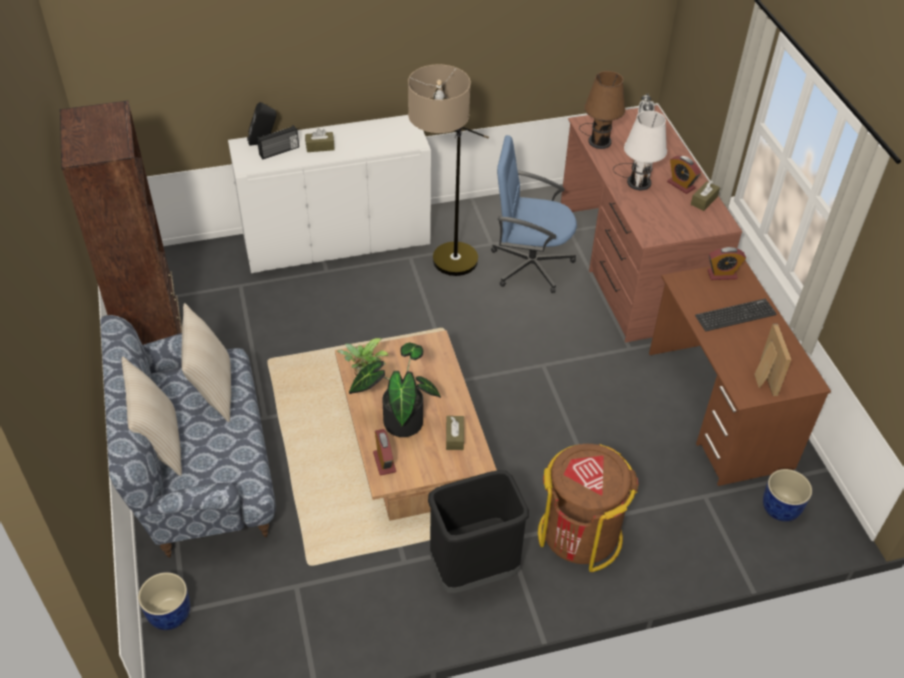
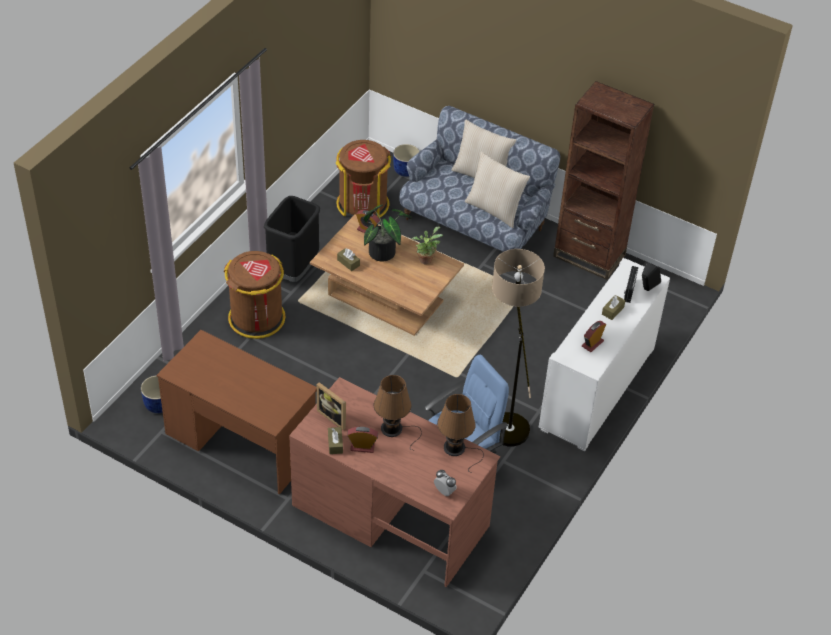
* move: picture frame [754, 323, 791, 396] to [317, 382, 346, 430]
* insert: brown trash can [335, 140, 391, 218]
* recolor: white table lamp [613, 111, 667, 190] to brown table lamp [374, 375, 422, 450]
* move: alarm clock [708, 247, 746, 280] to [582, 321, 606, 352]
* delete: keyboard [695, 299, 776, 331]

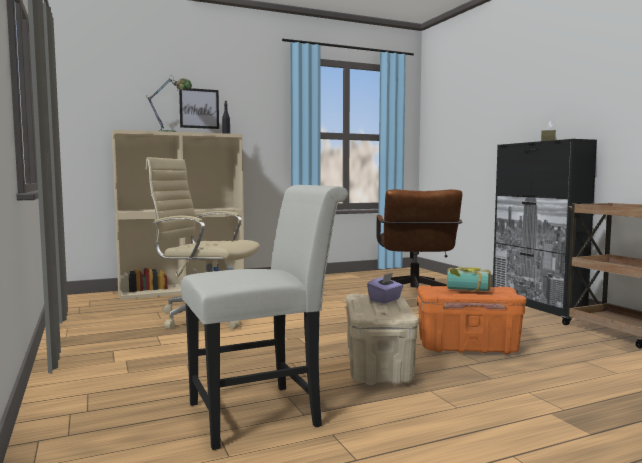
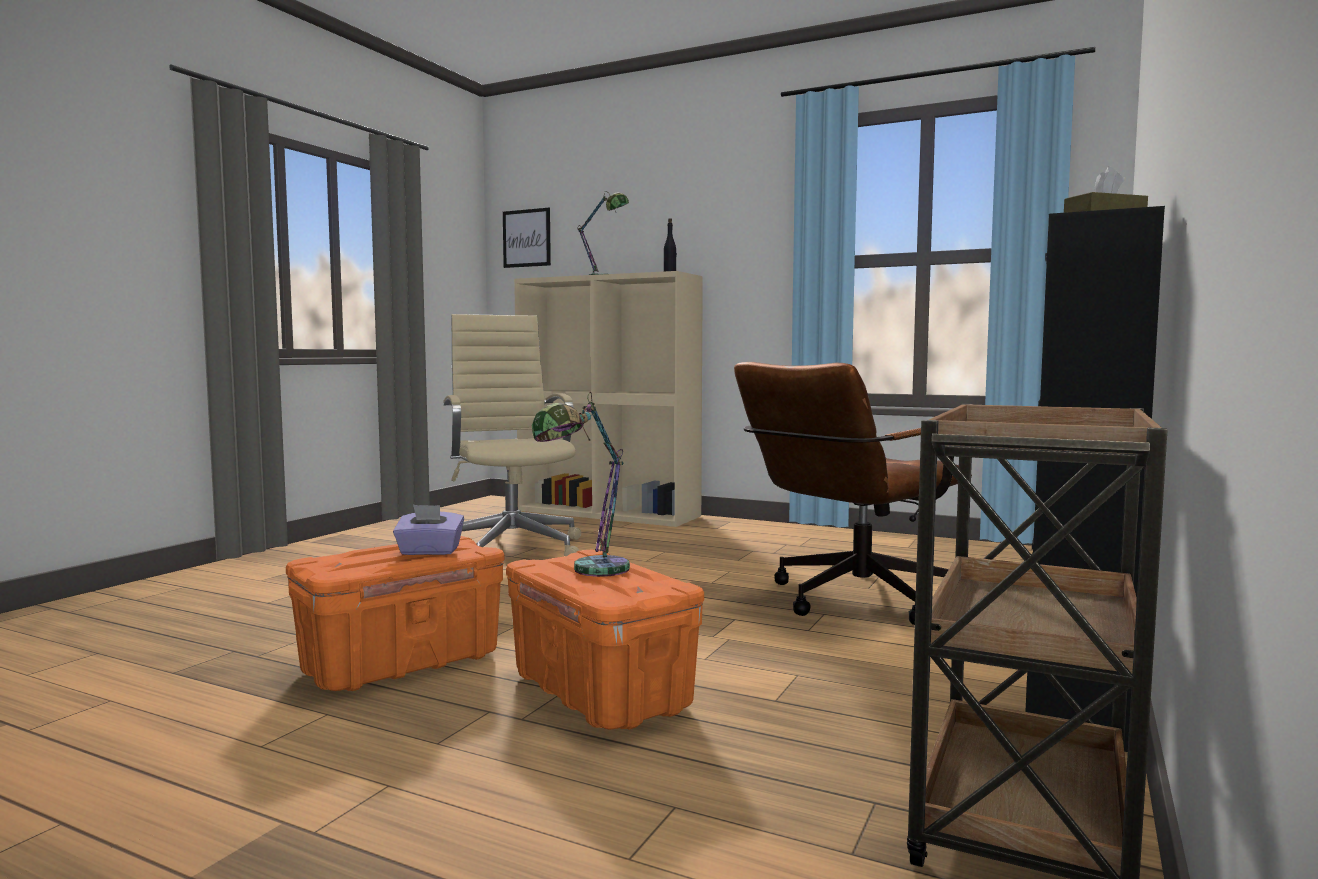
* recolor: beige storage box [346, 294, 419, 385] to orange storage box [286, 536, 505, 691]
* move: picture [179, 88, 219, 129] to [503, 208, 551, 268]
* replace: book [447, 267, 491, 292] to table lamp [532, 392, 630, 577]
* delete: white chair [181, 185, 348, 450]

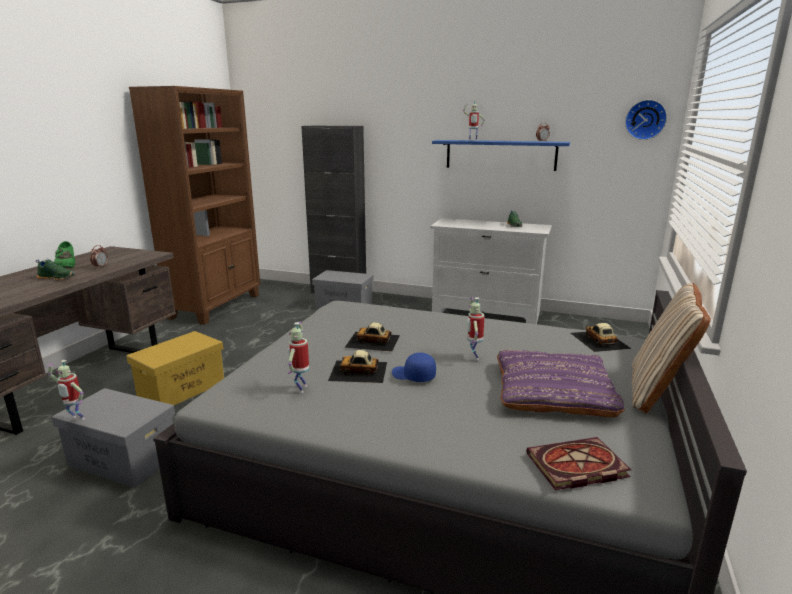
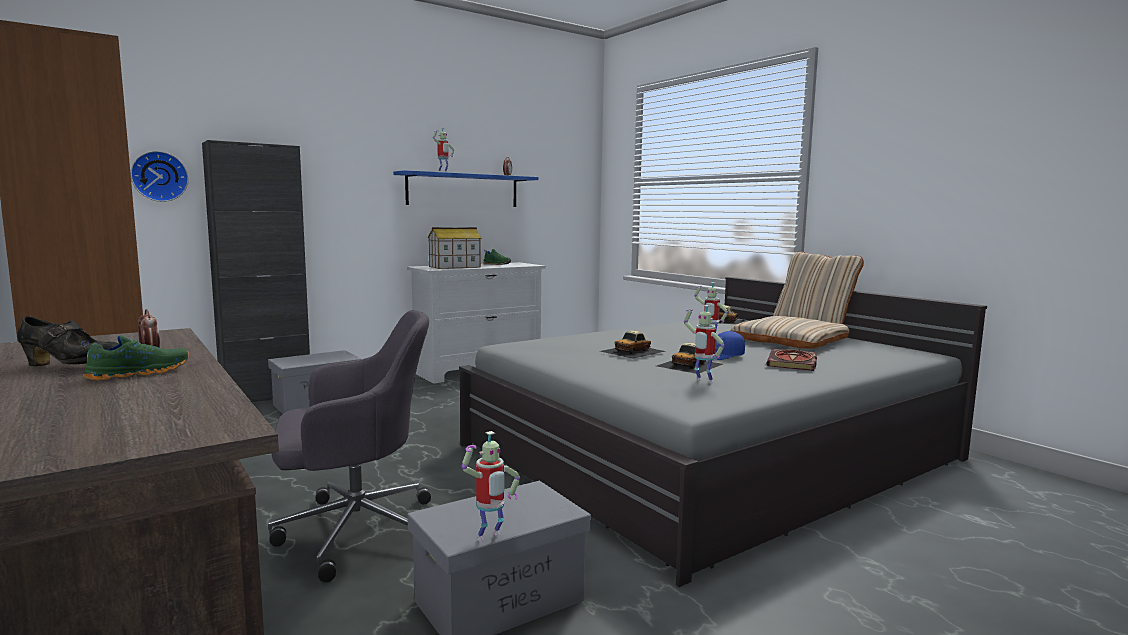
* recolor: green shoe [54, 241, 75, 268] to black shoe [17, 316, 118, 366]
* move: wall clock [625, 100, 667, 140] to [130, 151, 189, 202]
* replace: yellow storage box [126, 331, 224, 405] to grey office chair [268, 311, 431, 582]
* insert: toy house [428, 227, 481, 269]
* recolor: purple pillow [497, 350, 625, 417] to beige pillow [731, 316, 850, 349]
* move: book [527, 437, 631, 490] to [766, 349, 817, 371]

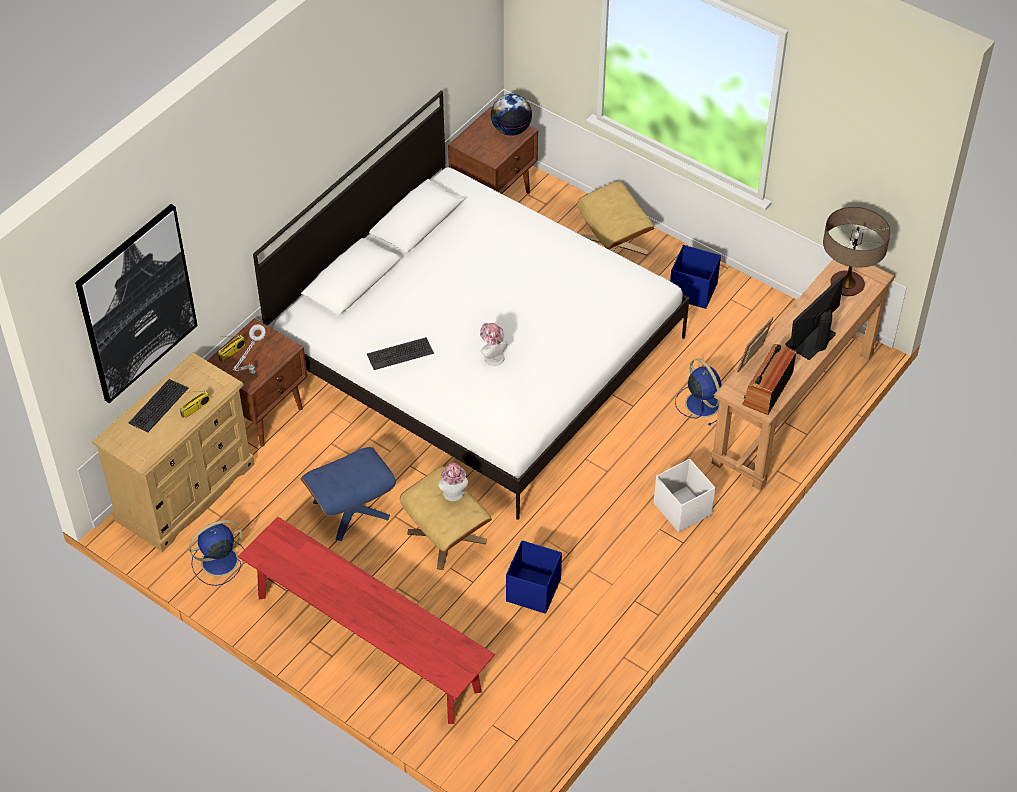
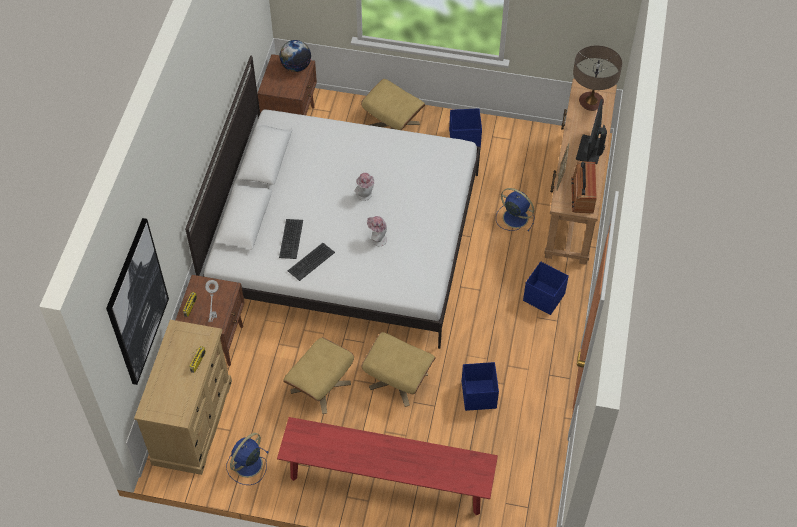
* move: keyboard [129, 379, 188, 432] to [279, 219, 303, 259]
* recolor: blue ottoman [301, 447, 396, 541] to beige ottoman [283, 337, 354, 414]
* move: hat [438, 463, 468, 501] to [354, 173, 374, 201]
* recolor: white storage box [654, 459, 715, 532] to blue storage box [523, 261, 569, 315]

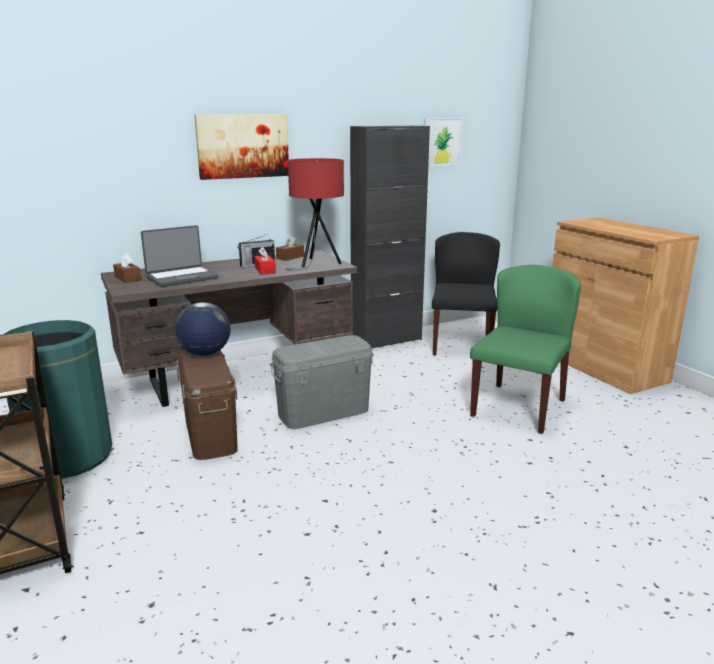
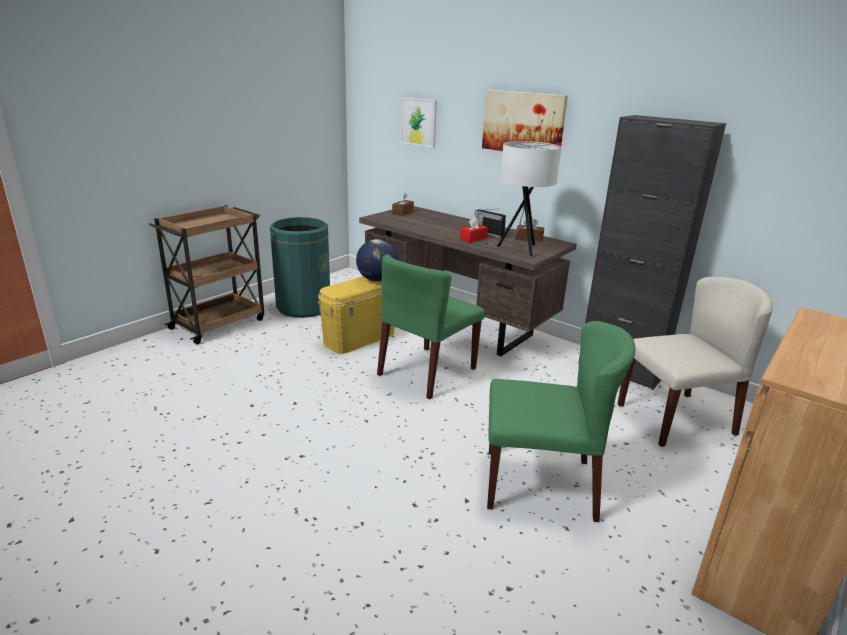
* recolor: brown storage box [177, 350, 238, 460] to yellow storage box [318, 276, 395, 354]
* replace: grey storage box [270, 335, 374, 429] to green chair [377, 254, 485, 399]
* move: picture [424, 118, 463, 166] to [400, 97, 437, 148]
* recolor: red table lamp [285, 158, 344, 271] to white table lamp [483, 141, 562, 256]
* recolor: black chair [432, 232, 500, 356] to beige chair [618, 277, 773, 447]
* delete: laptop [141, 225, 218, 287]

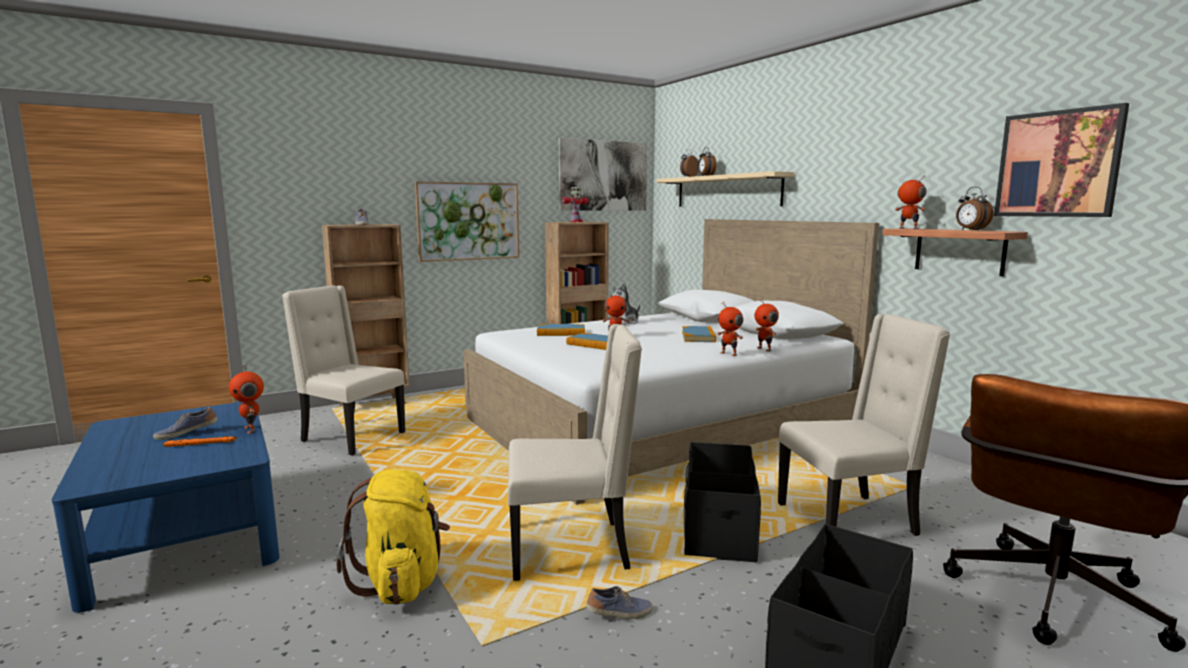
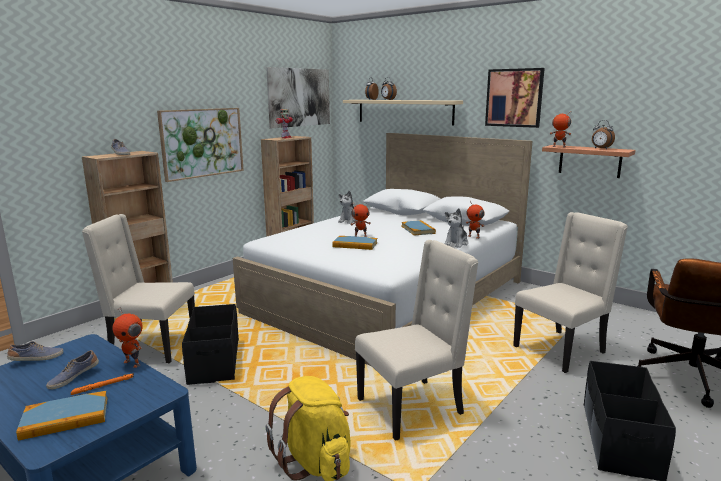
* move: shoe [586, 586, 653, 619] to [7, 341, 63, 361]
* move: book [537, 324, 585, 336] to [16, 391, 107, 441]
* move: black storage box [684, 442, 761, 562] to [182, 304, 239, 385]
* replace: toy robot [718, 303, 743, 356] to plush toy [444, 208, 468, 248]
* move: picture [994, 103, 1129, 217] to [485, 68, 545, 128]

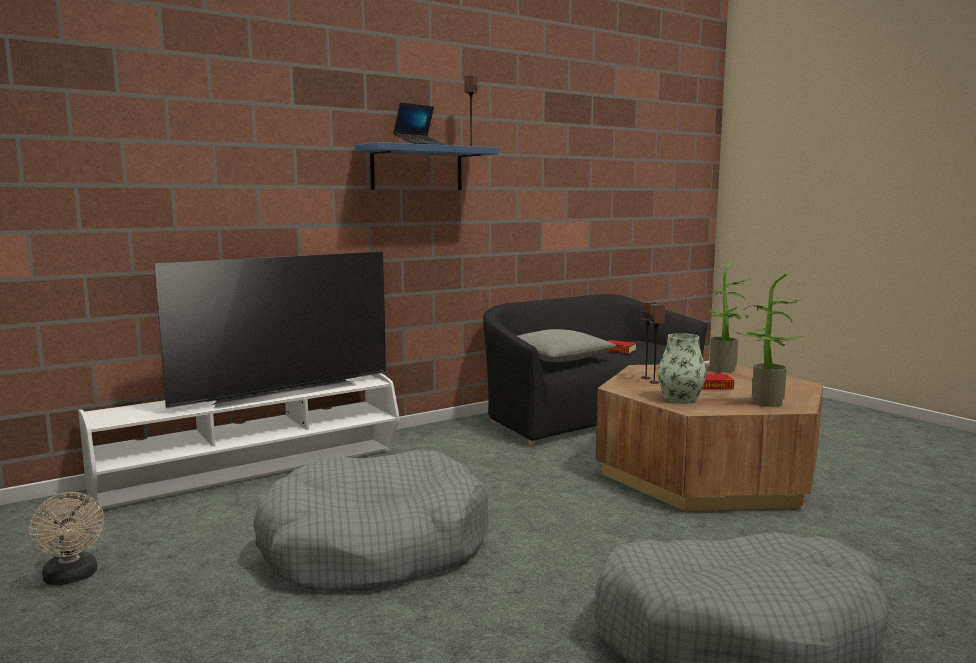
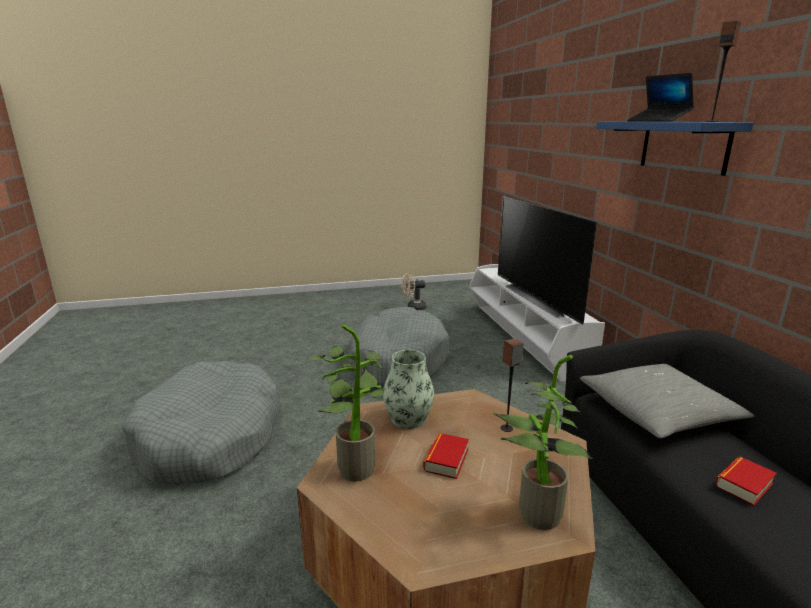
* delete: speaker [649, 304, 665, 384]

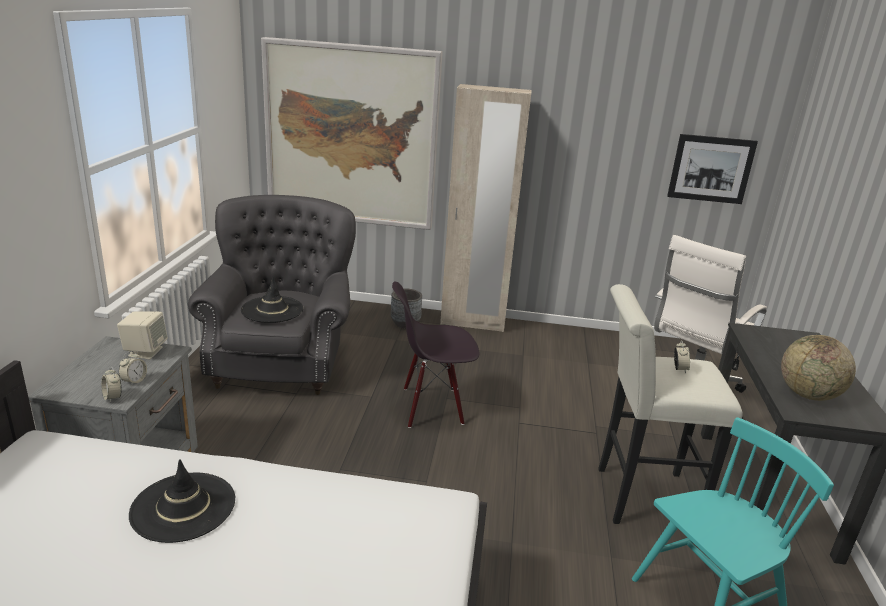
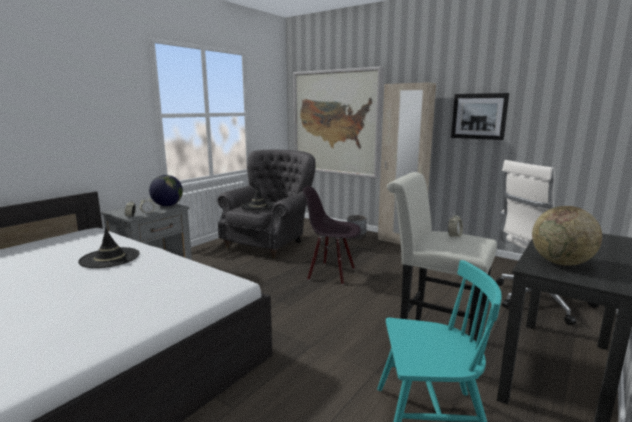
* replace: beige speaker [117, 311, 168, 359] to globe [149, 175, 183, 206]
* move: picture [667, 134, 758, 204] to [451, 93, 509, 140]

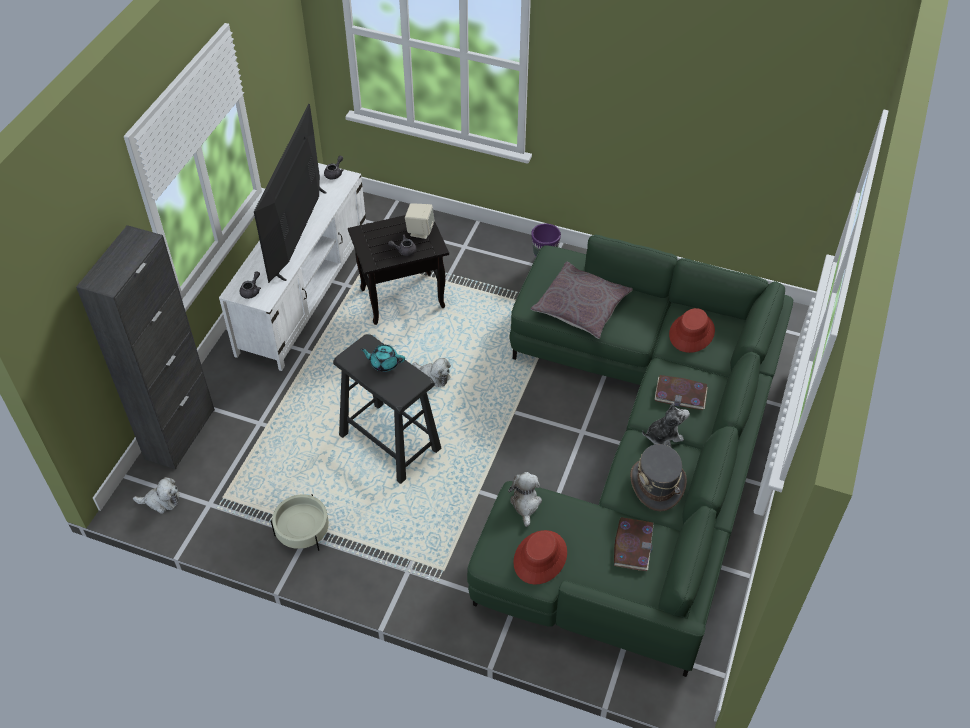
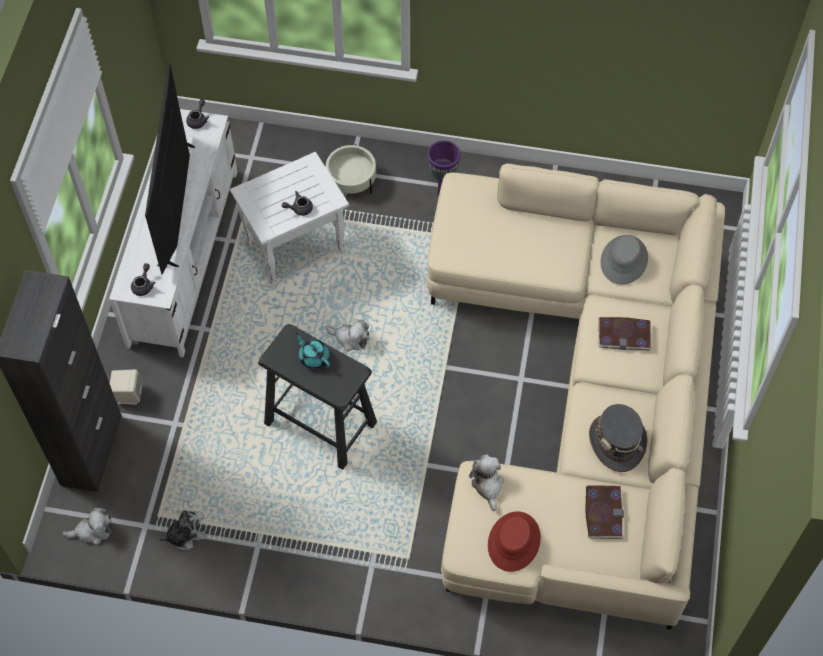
* move: beige speaker [405, 203, 435, 239] to [110, 370, 143, 405]
* move: plush toy [642, 403, 690, 447] to [159, 510, 207, 550]
* recolor: black side table [348, 215, 449, 325] to white side table [230, 152, 349, 285]
* rotate: turquoise teapot [360, 345, 405, 372] = [295, 332, 330, 369] 45 degrees clockwise
* move: beige planter [271, 494, 329, 551] to [326, 144, 376, 194]
* recolor: green sofa [467, 234, 793, 677] to beige sofa [426, 164, 725, 630]
* recolor: red hat [669, 308, 715, 353] to grey hat [600, 235, 648, 285]
* delete: grey pillow [531, 262, 633, 339]

